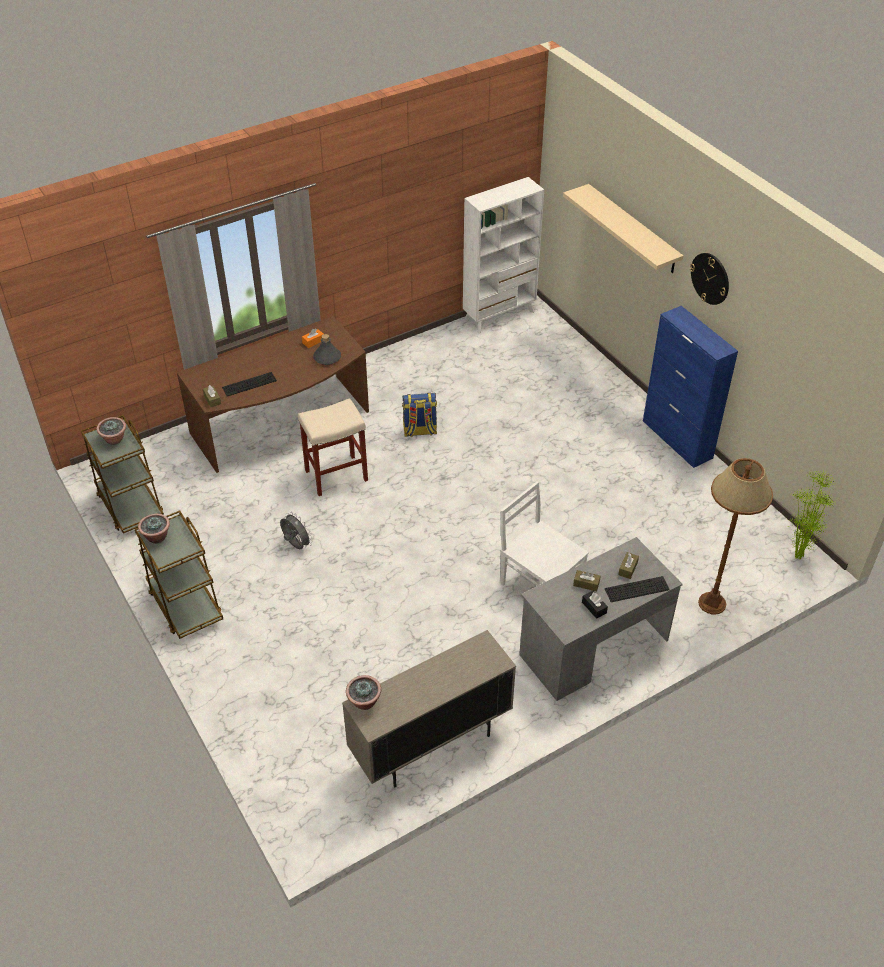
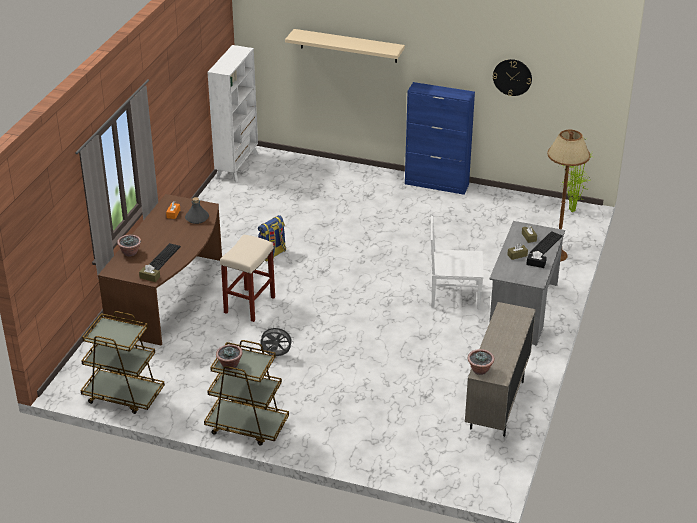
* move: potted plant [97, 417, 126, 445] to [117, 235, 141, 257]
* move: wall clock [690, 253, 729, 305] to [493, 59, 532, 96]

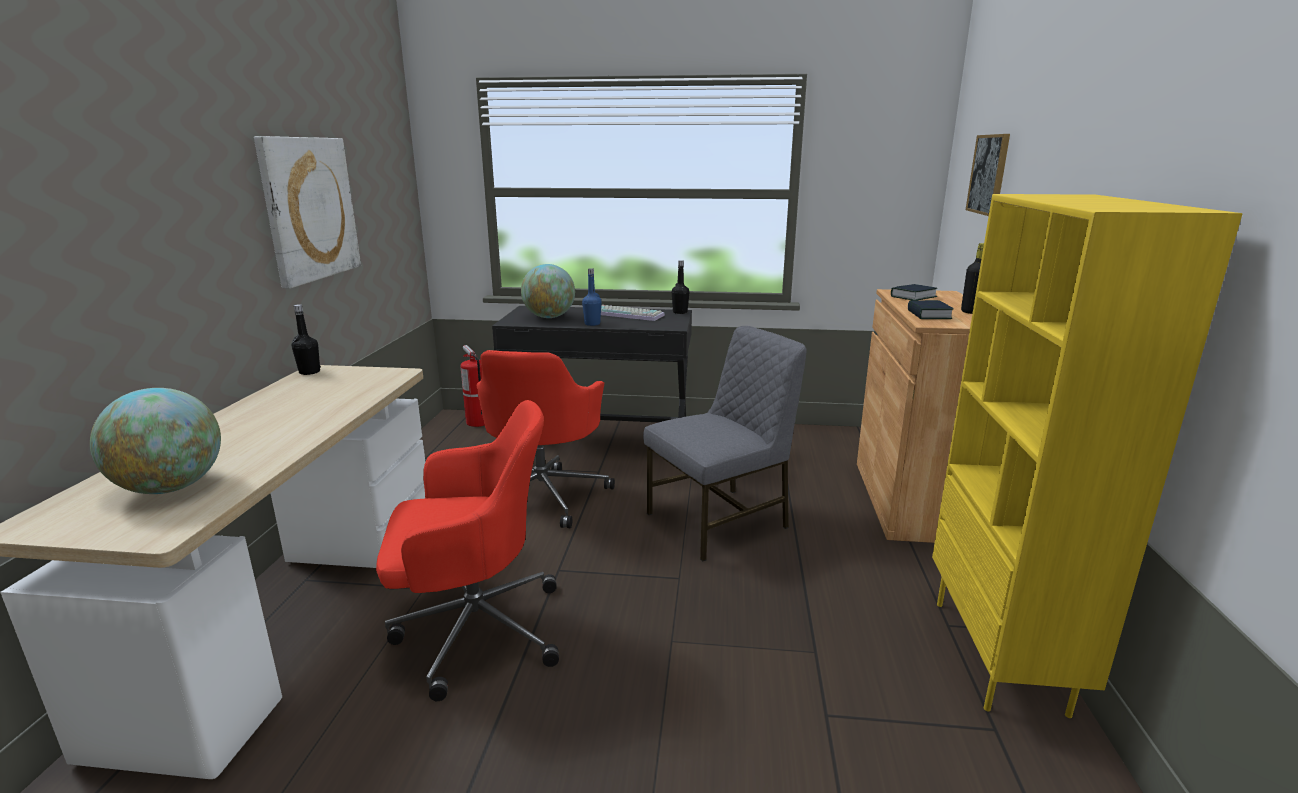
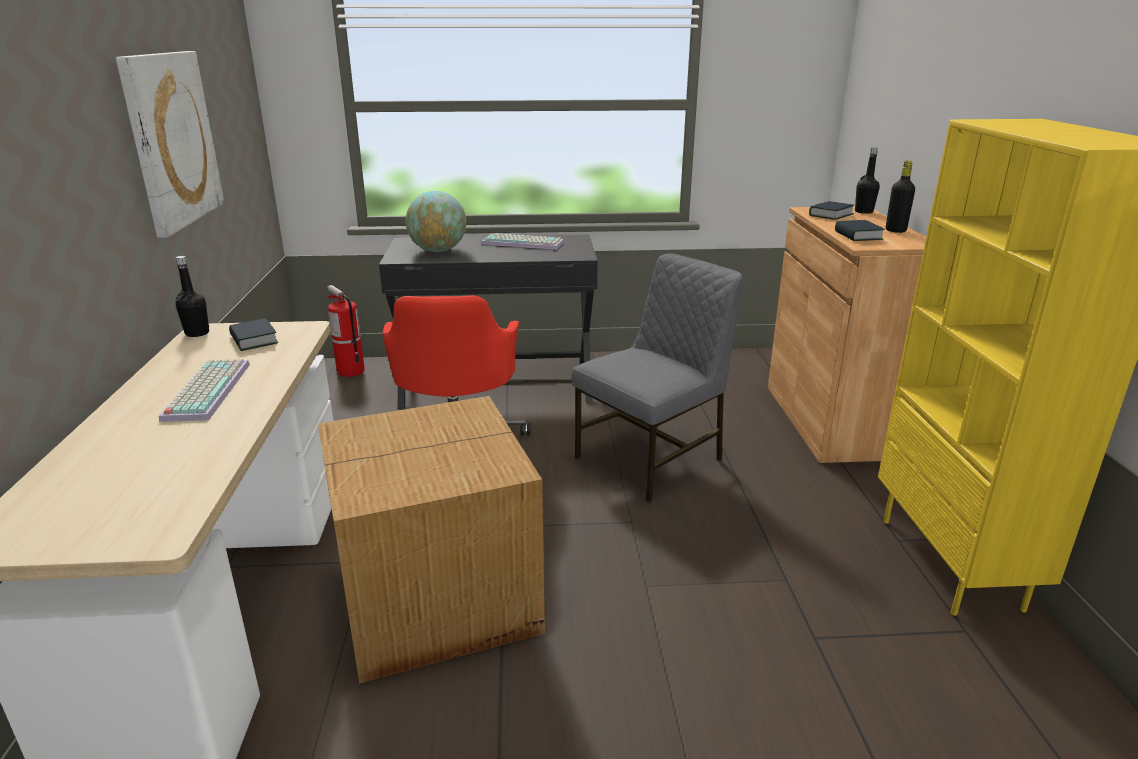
* insert: keyboard [159, 359, 250, 422]
* insert: book [229, 318, 278, 351]
* replace: red office chair [376, 400, 559, 701] to cardboard box [318, 396, 545, 684]
* move: black bottle [672, 260, 689, 314] to [855, 147, 880, 214]
* delete: globe [90, 388, 221, 494]
* delete: blue bottle [582, 268, 601, 326]
* delete: picture [966, 134, 1010, 216]

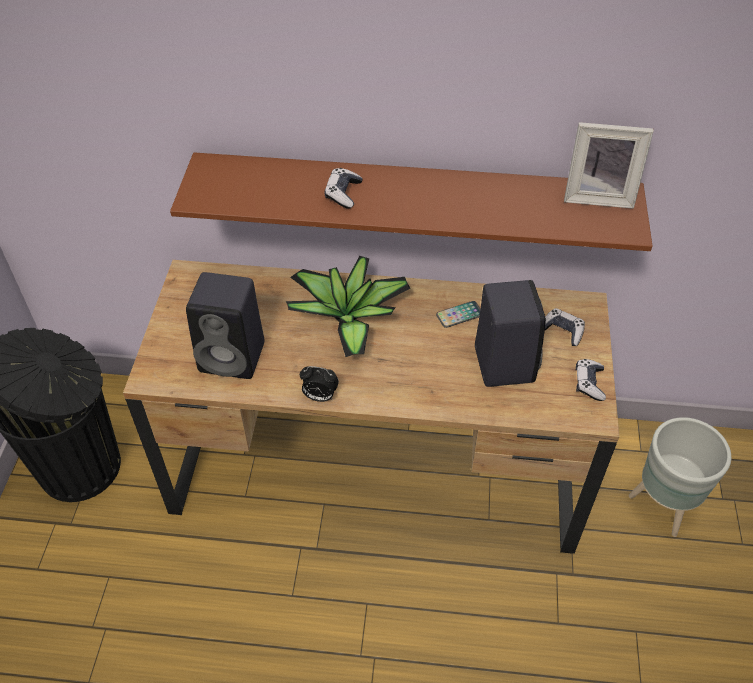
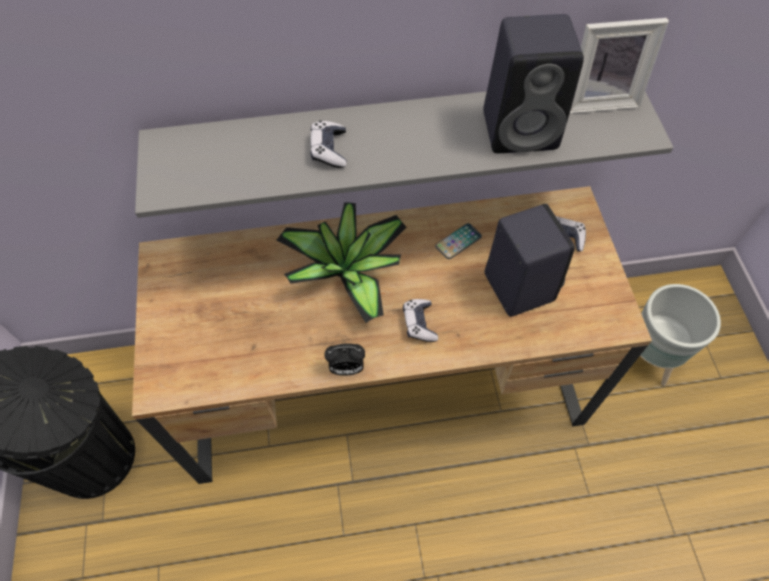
* recolor: brown shelf [170, 152, 653, 251] to grey shelf [135, 91, 674, 218]
* move: game controller [576, 359, 606, 401] to [403, 299, 438, 342]
* move: black speaker [186, 272, 264, 379] to [483, 14, 584, 153]

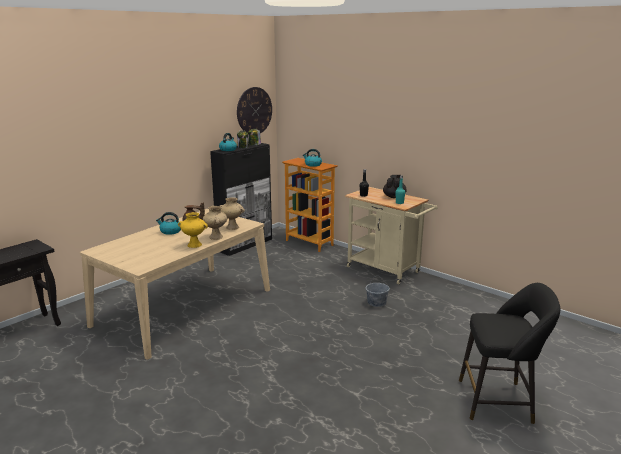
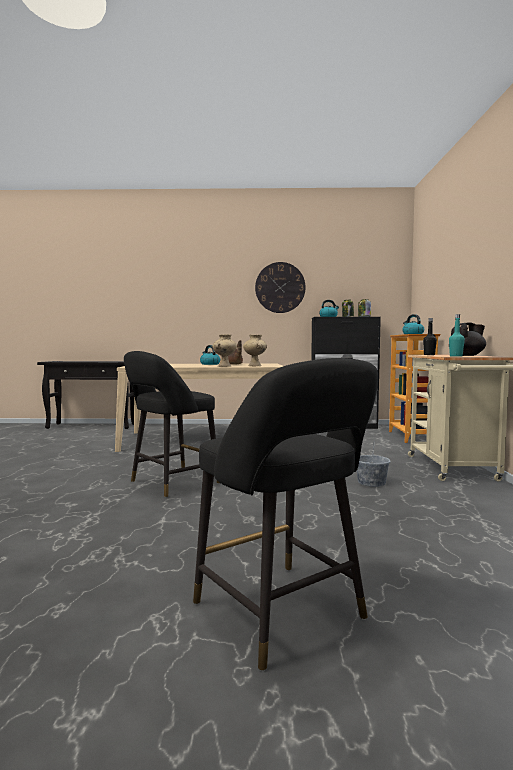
* insert: black stool [124, 351, 219, 497]
* move: wall clock [237, 87, 272, 133] to [255, 262, 306, 313]
* delete: yellow vase [178, 212, 208, 248]

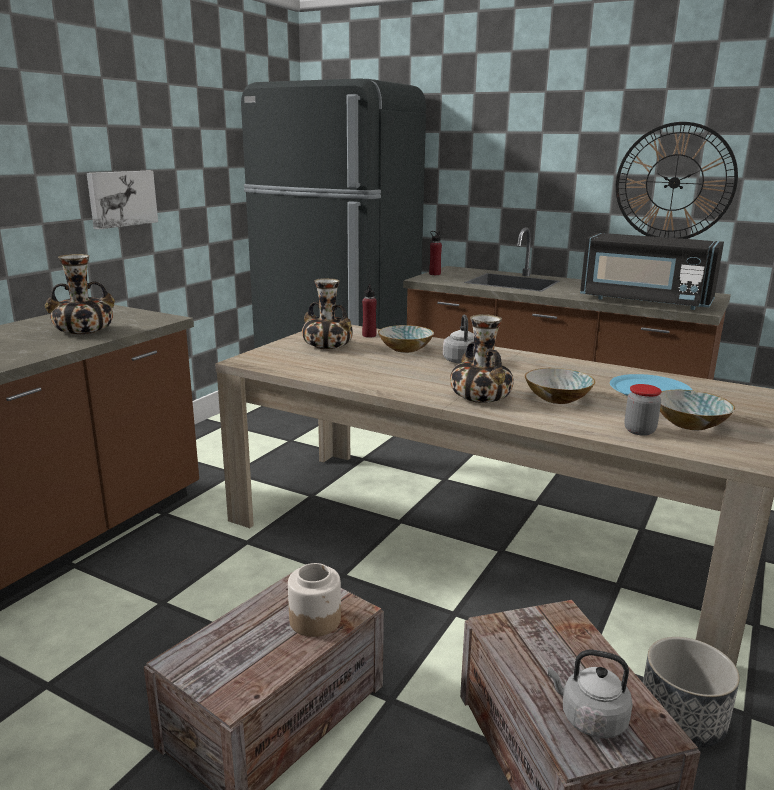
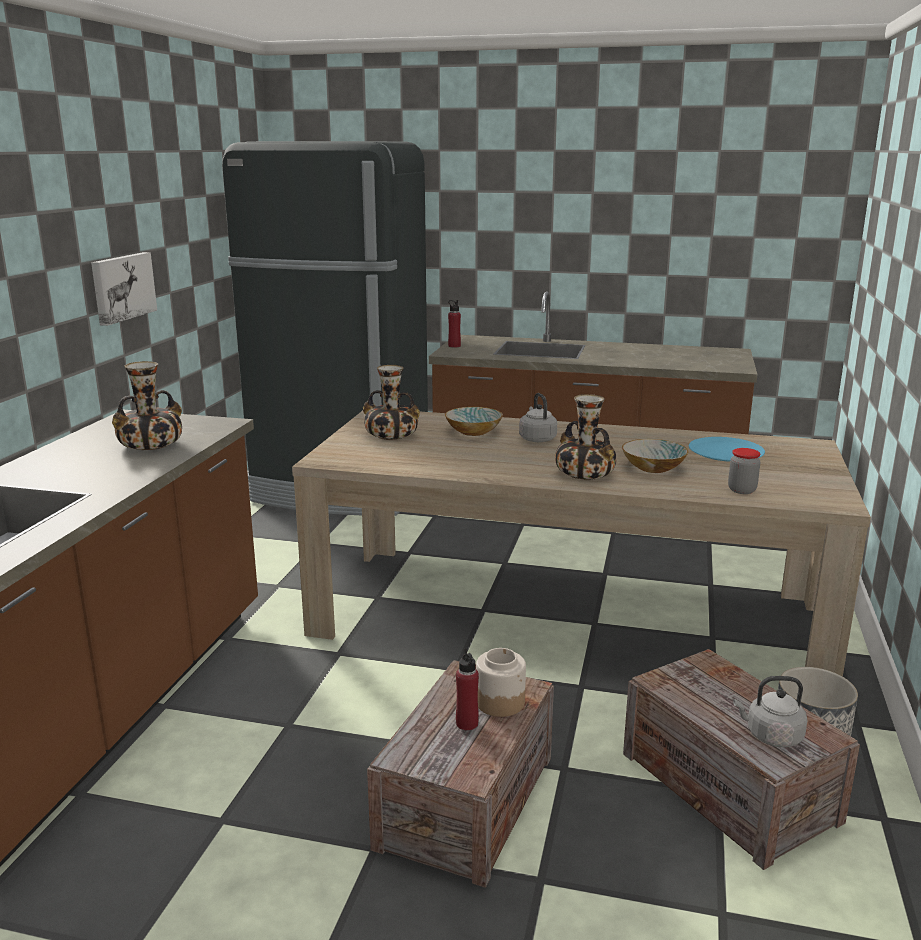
* move: red bottle [362, 284, 377, 338] to [456, 648, 479, 731]
* delete: black microwave [580, 233, 724, 310]
* delete: wall clock [616, 122, 738, 239]
* delete: bowl [659, 390, 735, 430]

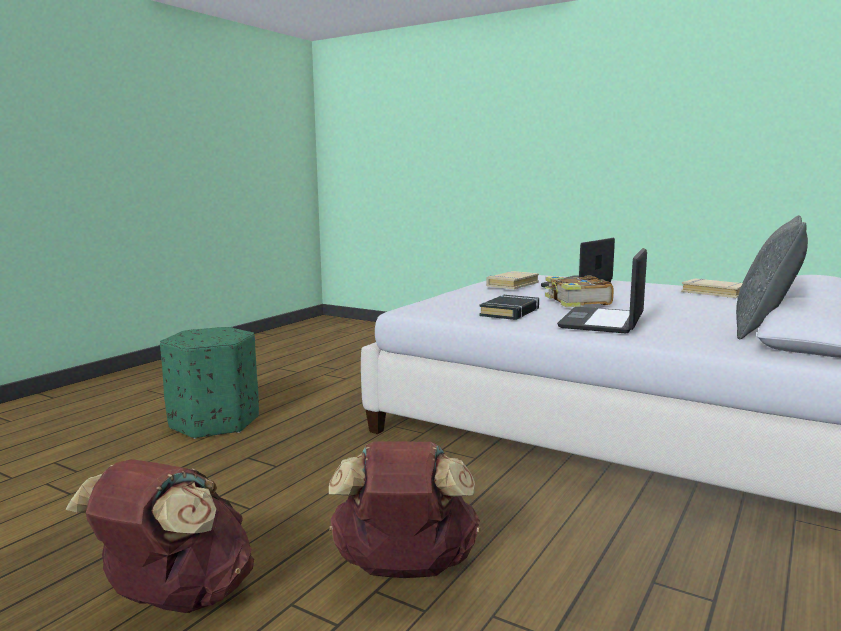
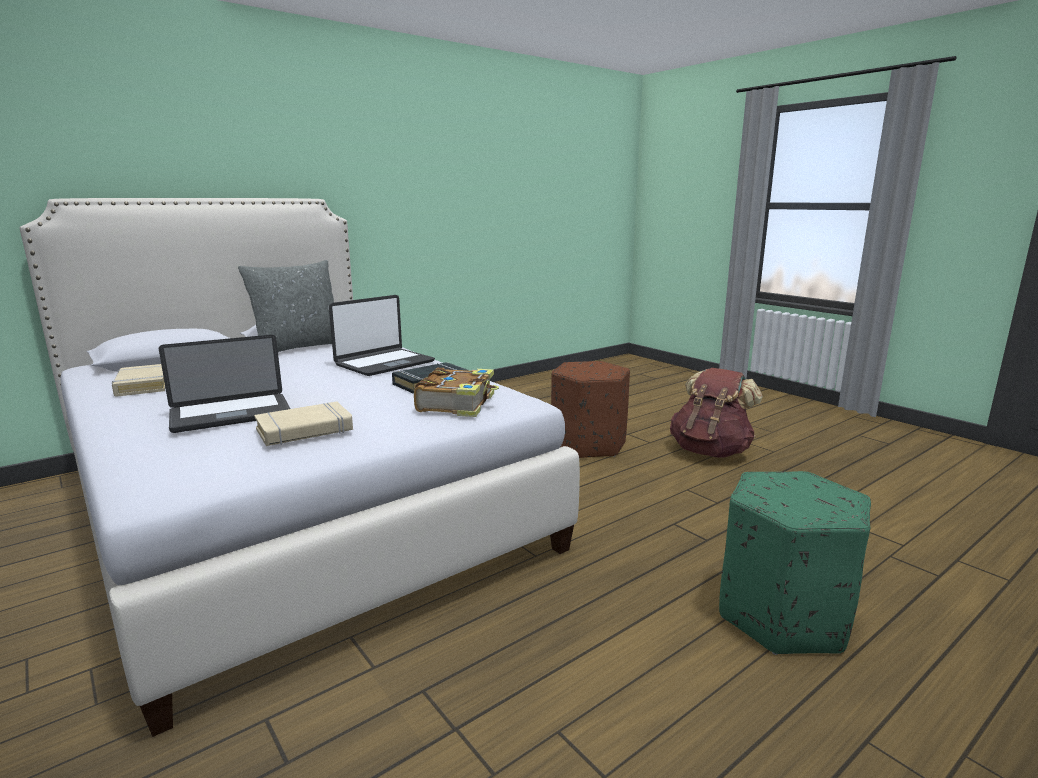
* move: book [545, 275, 614, 307] to [414, 368, 499, 417]
* replace: brown backpack [329, 441, 480, 578] to brown ottoman [551, 361, 630, 458]

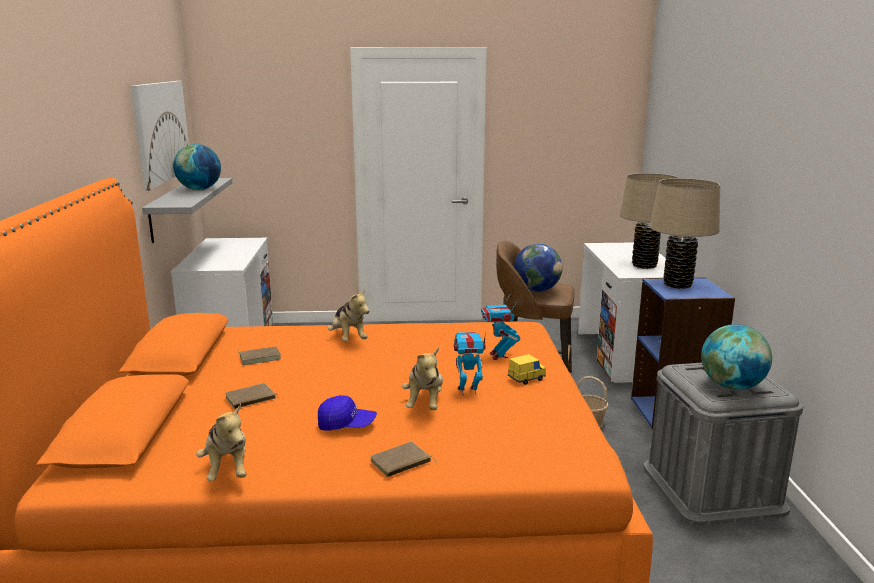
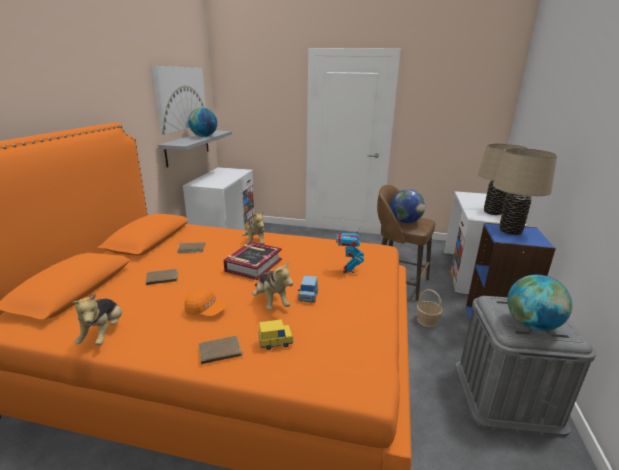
* recolor: blue cap [318, 395, 377, 431] to orange cap [184, 289, 227, 316]
* insert: book [224, 242, 282, 280]
* rotate: plush toy [402, 348, 443, 410] = [252, 261, 293, 310] 45 degrees counterclockwise
* move: yellow toy car [508, 354, 546, 385] to [259, 319, 293, 350]
* replace: toy robot [454, 332, 486, 396] to blue toy car [298, 275, 318, 303]

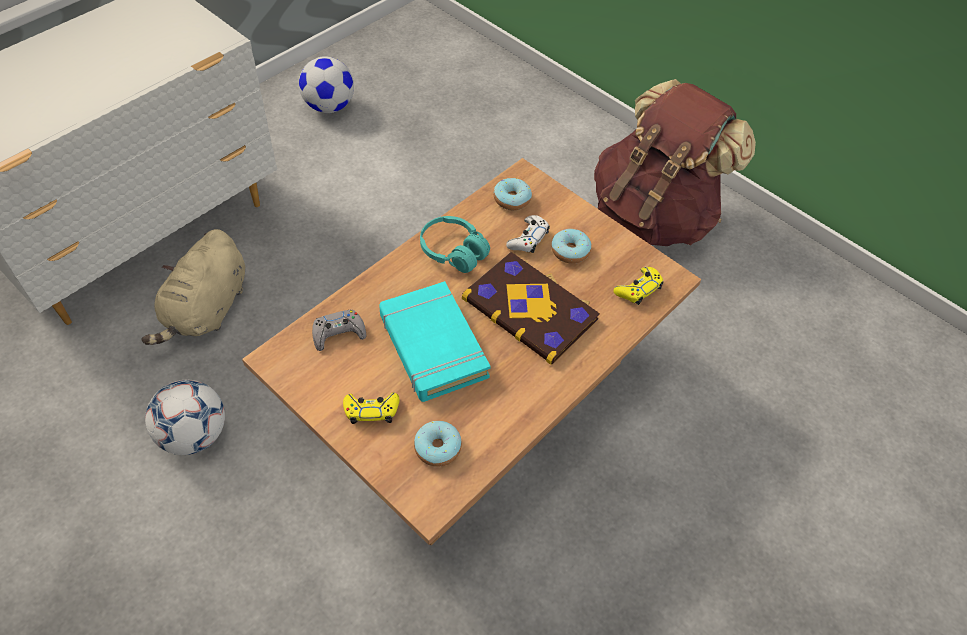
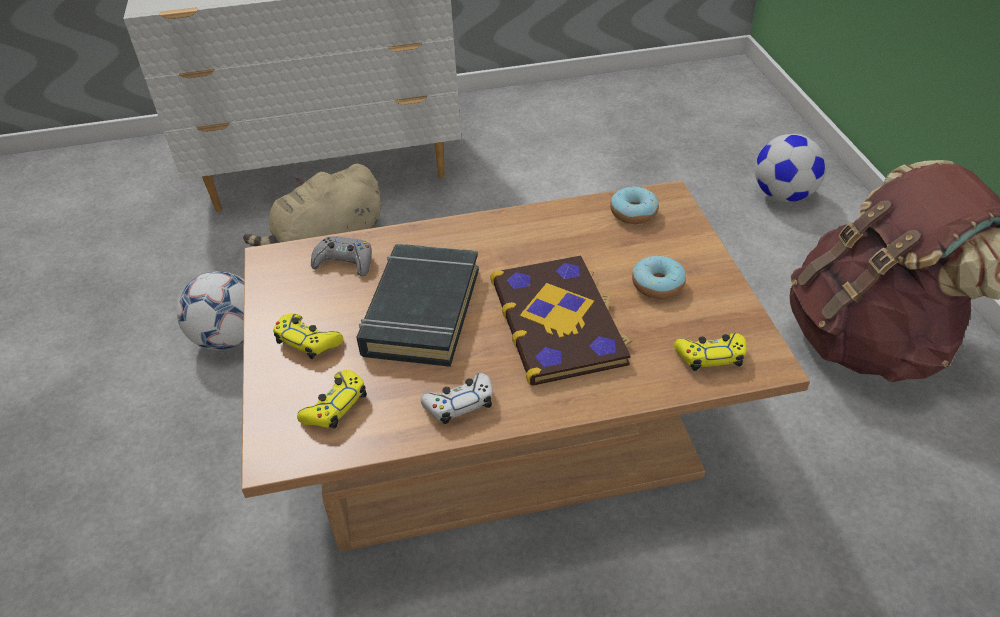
* replace: donut [414, 421, 462, 467] to yellow game controller [297, 370, 367, 429]
* recolor: turquoise book [379, 281, 491, 402] to black book [356, 244, 479, 367]
* move: white game controller [506, 215, 550, 253] to [421, 373, 493, 424]
* move: football [299, 56, 354, 113] to [755, 134, 826, 202]
* delete: turquoise headphones [420, 216, 490, 273]

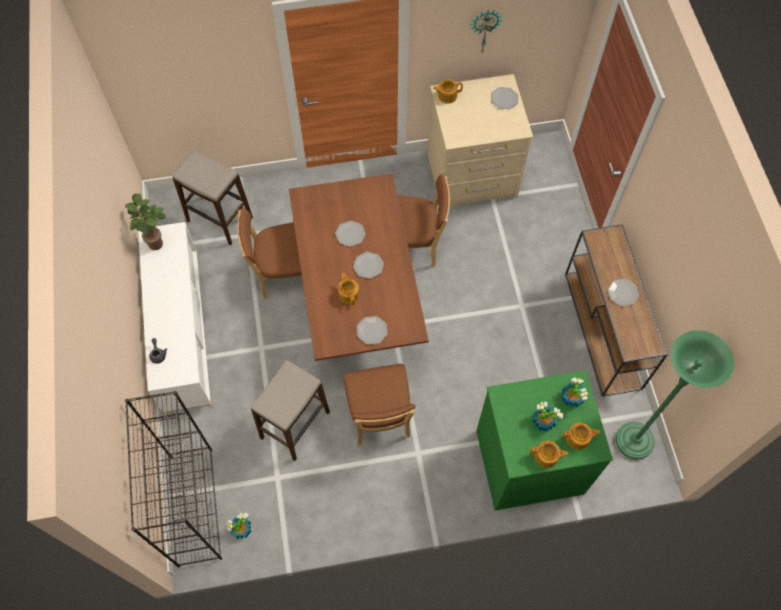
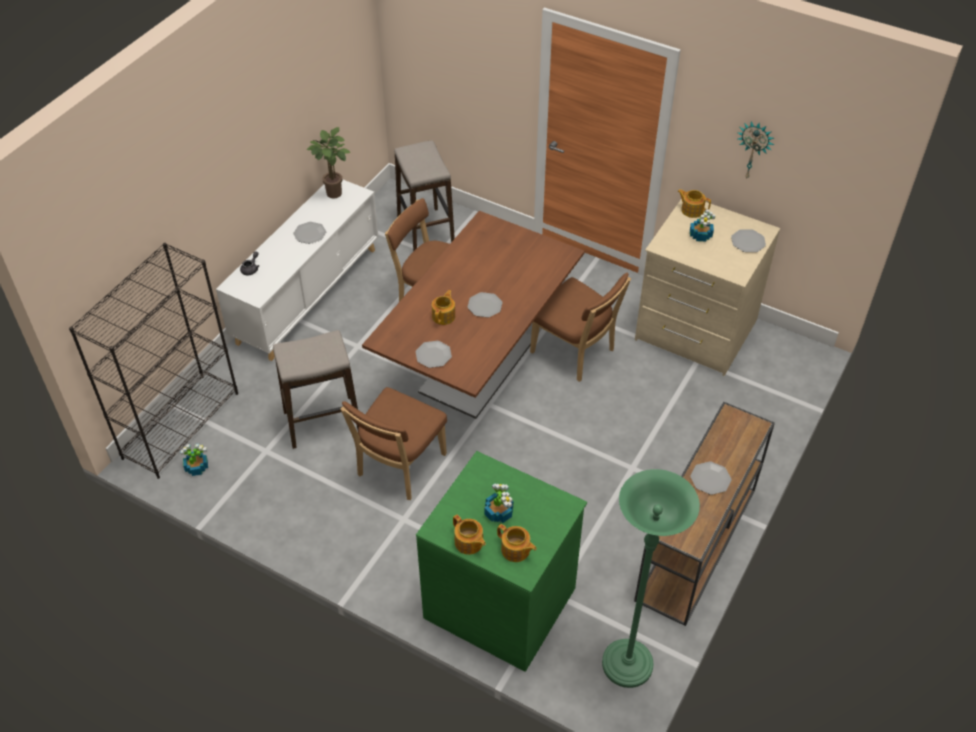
* move: plate [335, 221, 366, 247] to [293, 222, 326, 244]
* move: potted plant [561, 378, 588, 407] to [690, 209, 715, 242]

